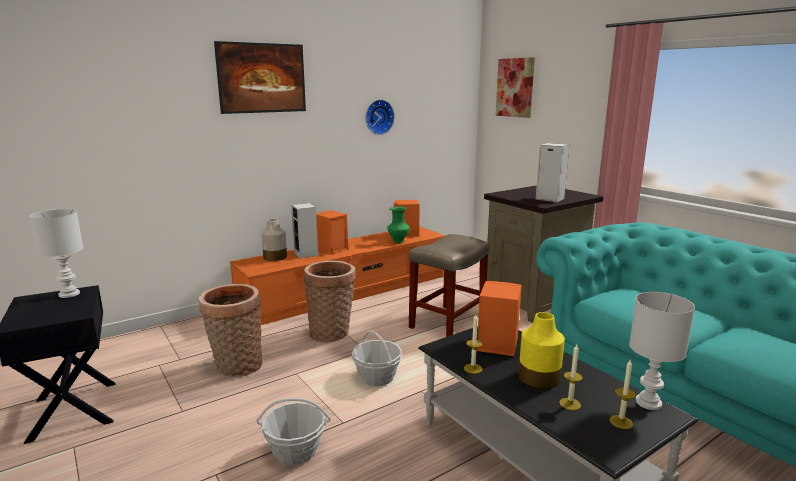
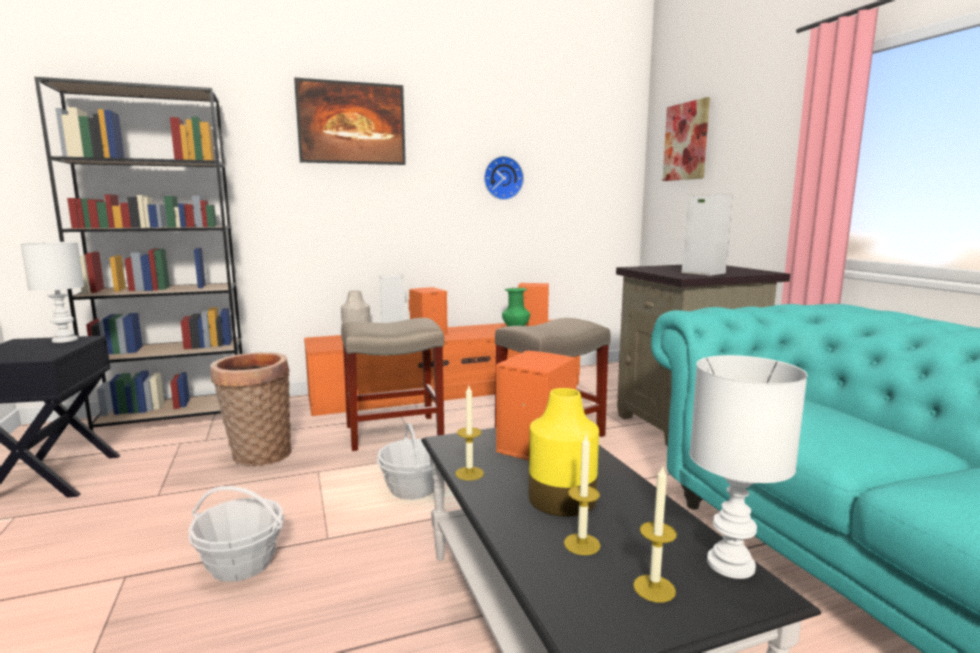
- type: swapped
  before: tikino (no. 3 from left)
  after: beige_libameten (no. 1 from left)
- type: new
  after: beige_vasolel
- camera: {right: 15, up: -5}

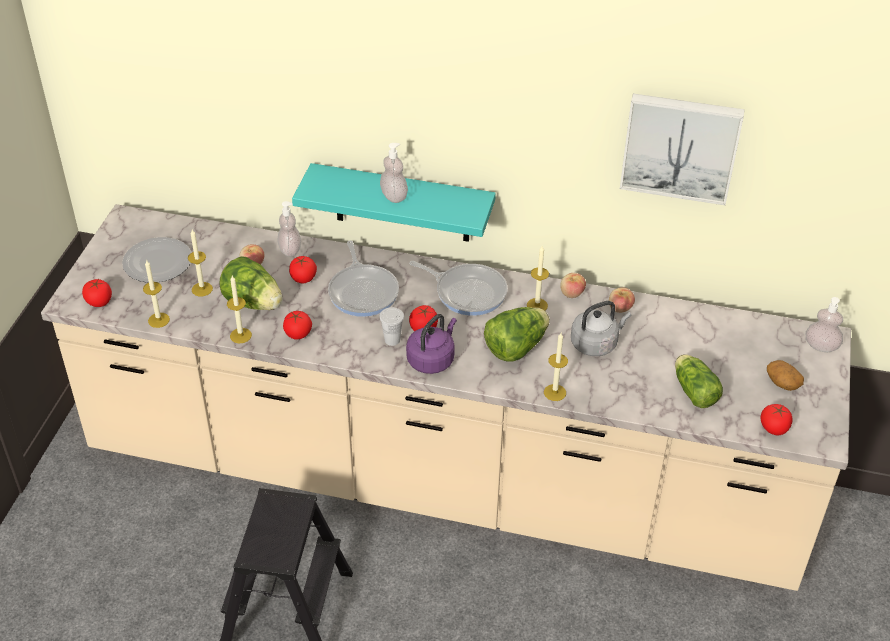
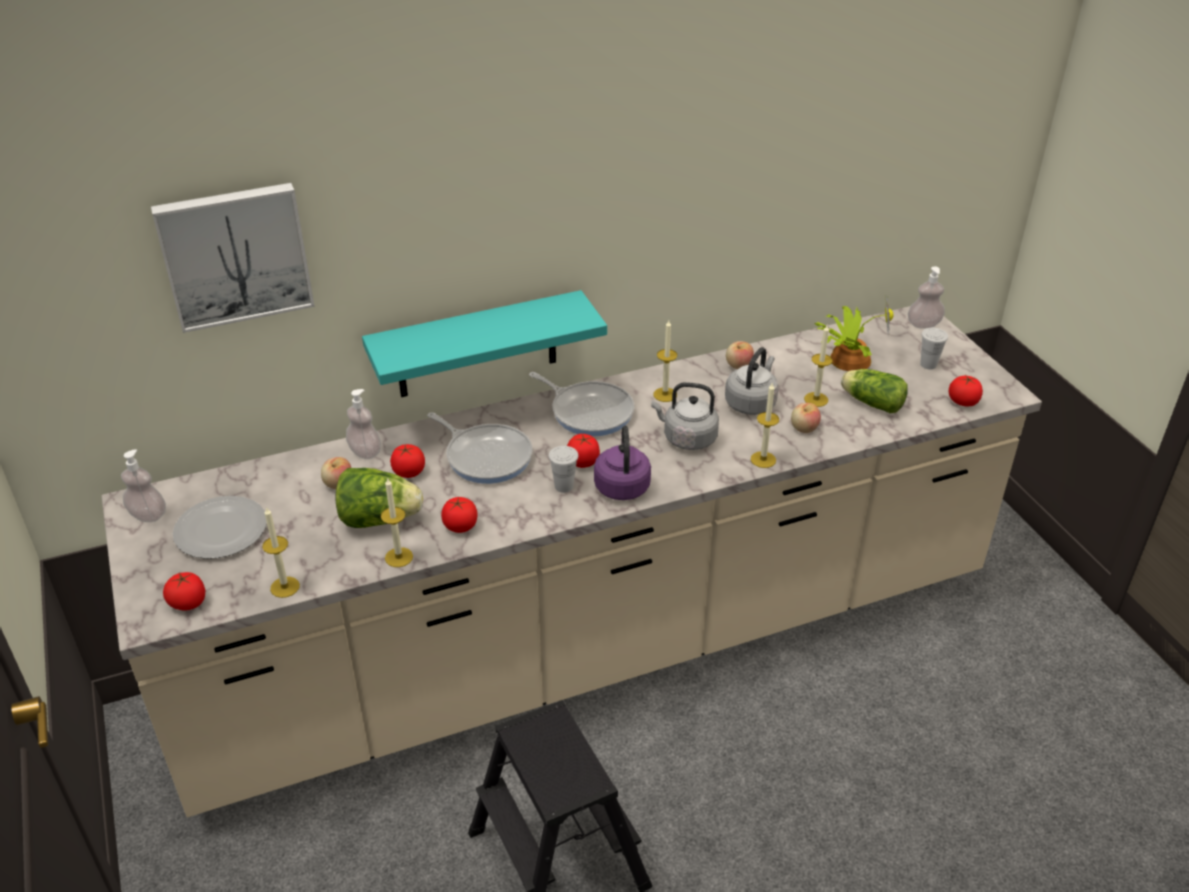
- type: shifted
  before: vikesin (no. 2 from left in the first image)
  after: vikesin (no. 5 from left)
- type: shifted
  before: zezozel (no. 2 from left in the first image)
  after: zezozel (no. 1 from left)
- type: rotated
  before: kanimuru (no. 2 from left)
  turn: 45
- type: swapped
  before: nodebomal (no. 2 from left)
  after: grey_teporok (no. 1 from left)
- type: shifted
  before: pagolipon (no. 2 from left in the first image)
  after: pagolipon (no. 3 from left)
- type: shifted
  before: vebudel
- type: swapped
  before: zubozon
  after: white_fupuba (no. 2 from left)
- type: new
  after: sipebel
- camera: {right: -35, up: -5}

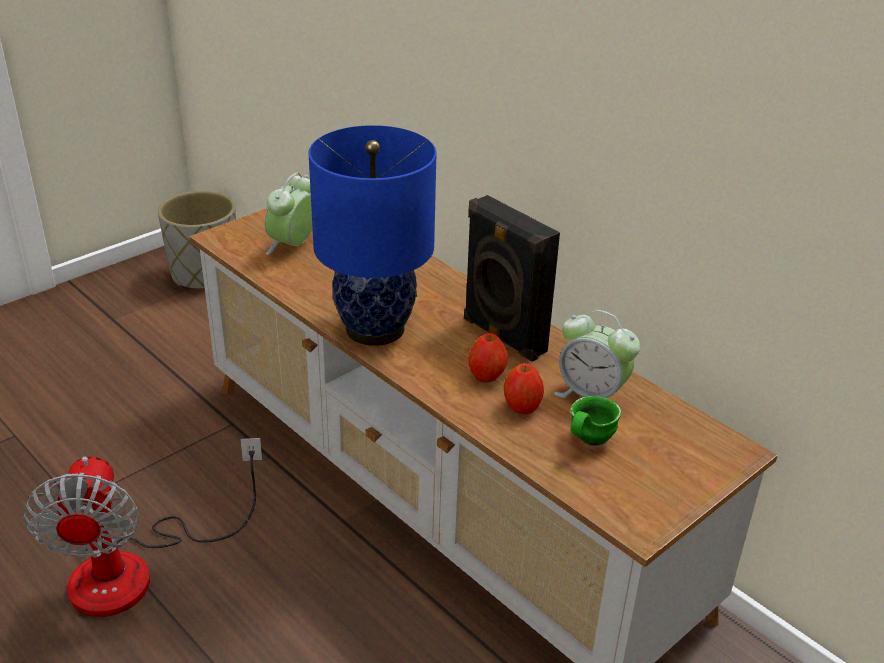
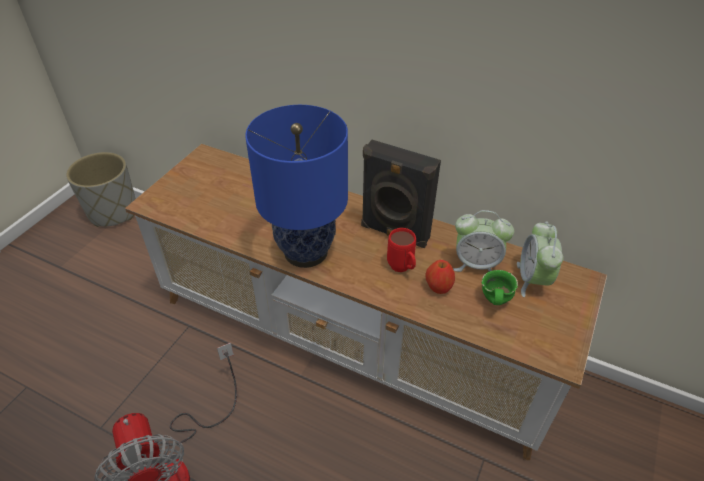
- type: shifted
  before: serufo (no. 1 from left in the first image)
  after: serufo (no. 2 from left)
- type: swapped
  before: pagolipon (no. 1 from left)
  after: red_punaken
- camera: {right: -20, up: 10}

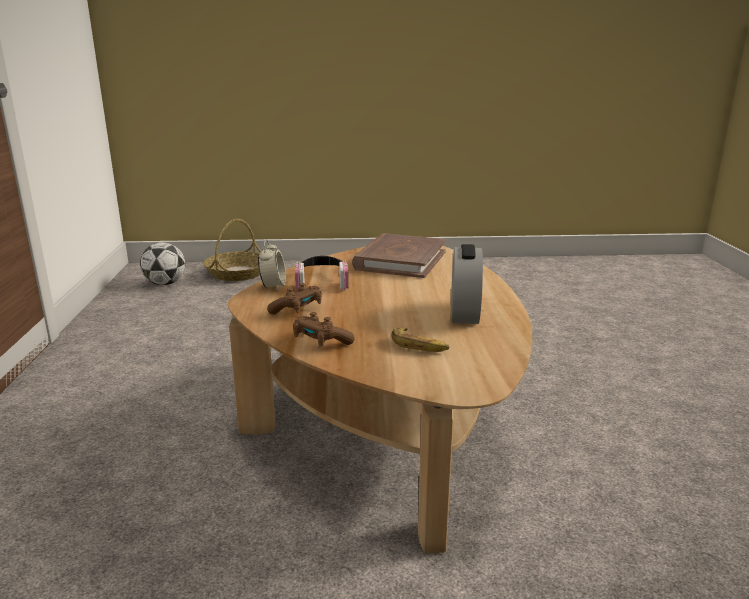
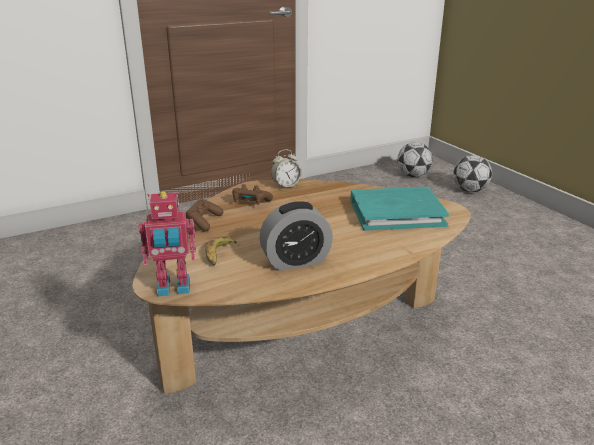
- type: swapped
  before: tikino
  after: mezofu (no. 2 from left)
- type: gone
  before: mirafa
- type: repainted
  before: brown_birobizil
  after: turquoise_birobizil
- type: new
  after: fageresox
- camera: {right: 65, up: 5}

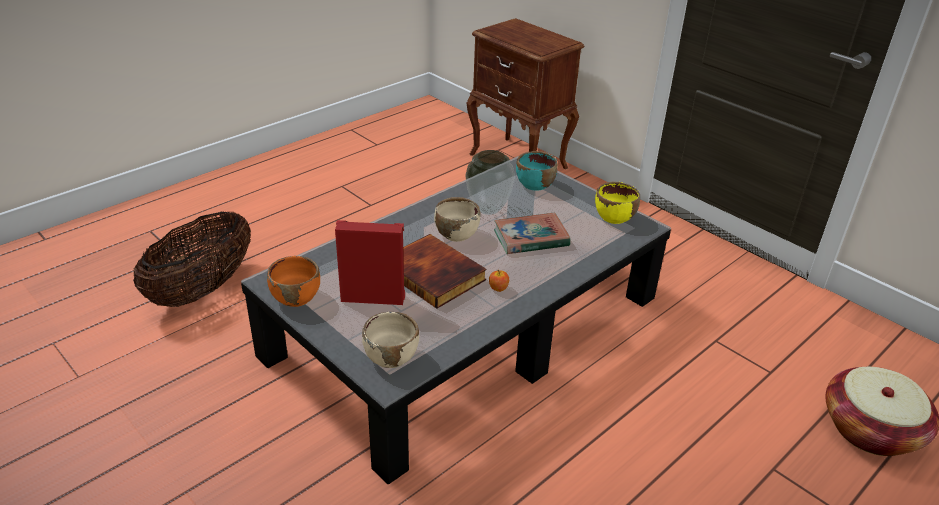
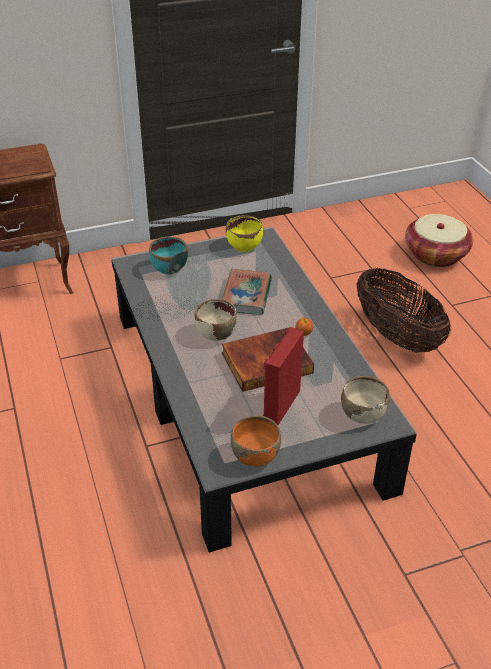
- type: shifted
  before: tikino (no. 1 from left)
- camera: {right: -65, up: 5}

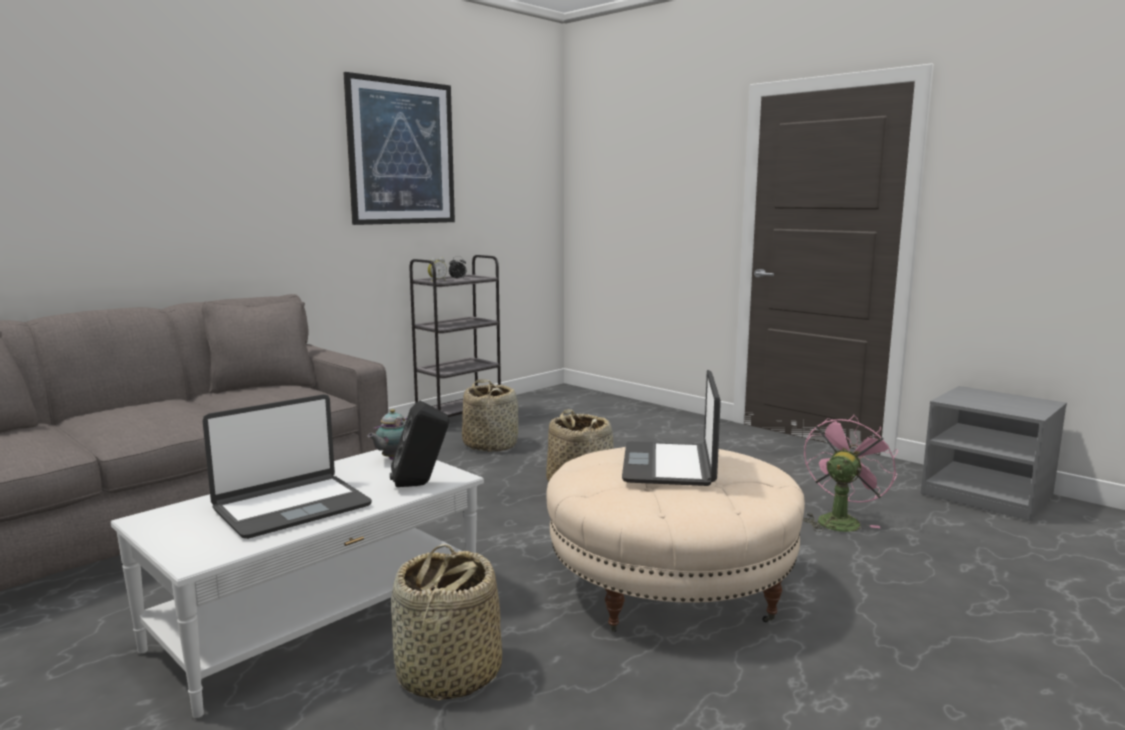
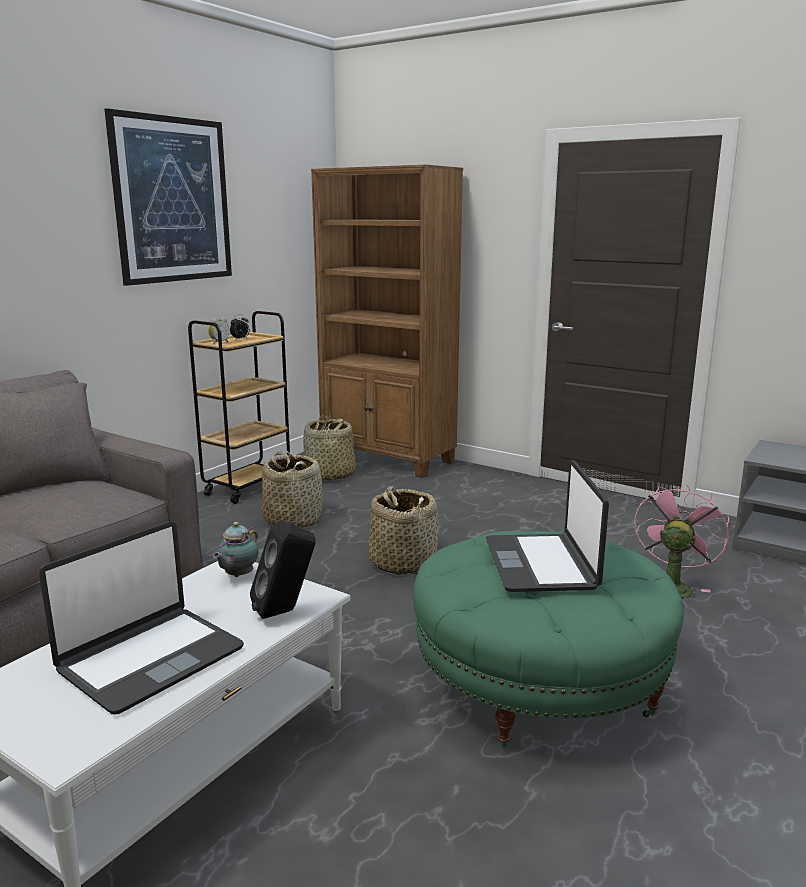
- type: shifted
  before: tikino (no. 1 from left in the first image)
  after: tikino (no. 2 from left)
- type: repainted
  before: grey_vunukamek
  after: brown_vunukamek
- type: repainted
  before: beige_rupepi
  after: green_rupepi
- type: new
  after: brown_vasolel
- camera: {right: -10, up: 5}

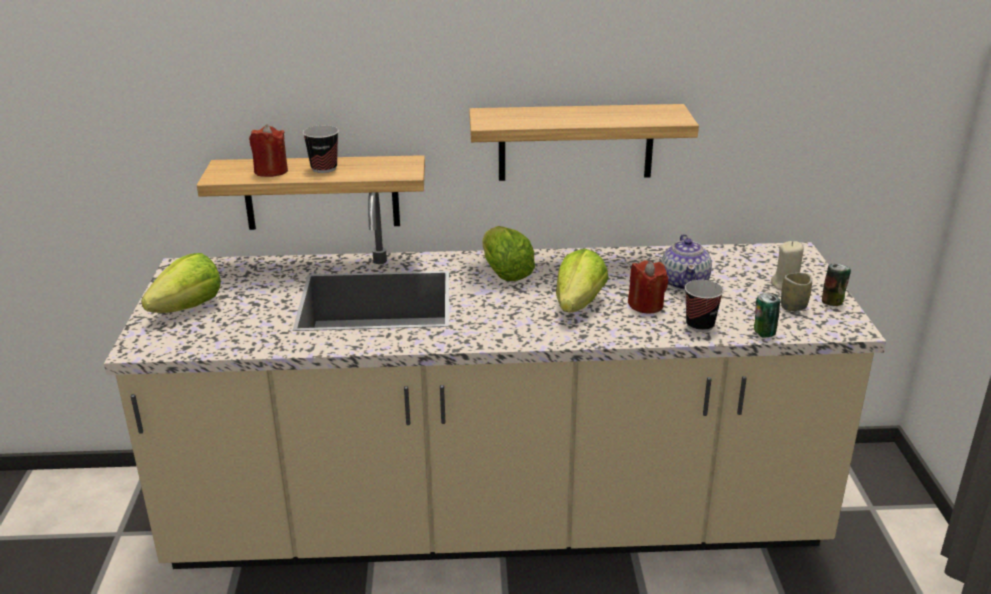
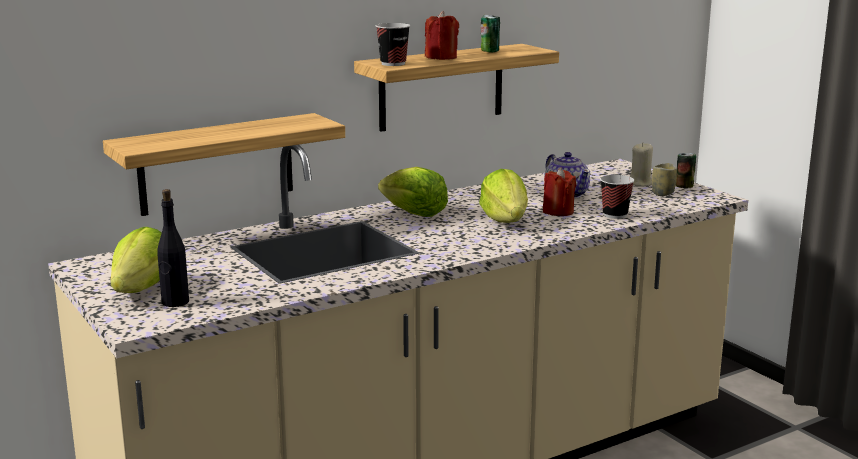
- type: shifted
  before: red_vikesin (no. 1 from left)
- type: shifted
  before: fupuba (no. 1 from left)
- type: shifted
  before: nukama (no. 1 from left)
- type: new
  after: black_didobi
- camera: {right: -30, up: -10}

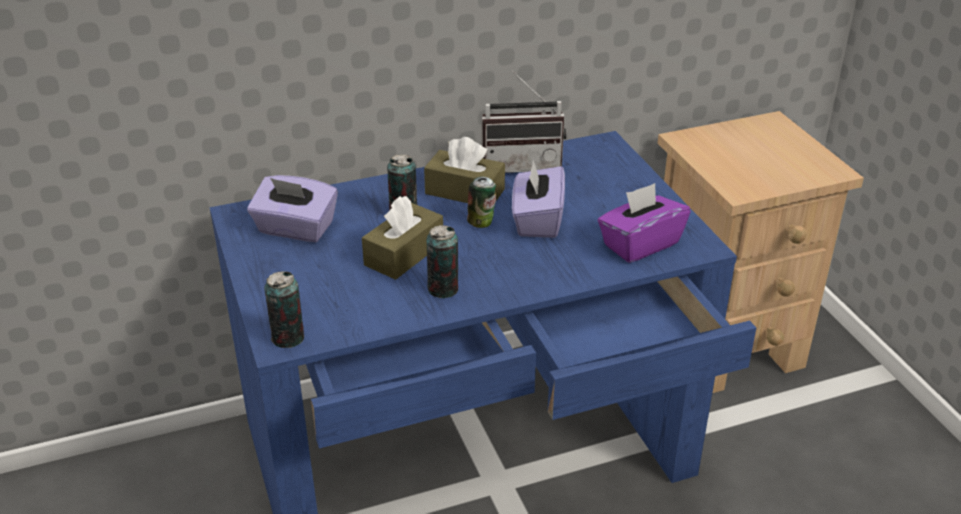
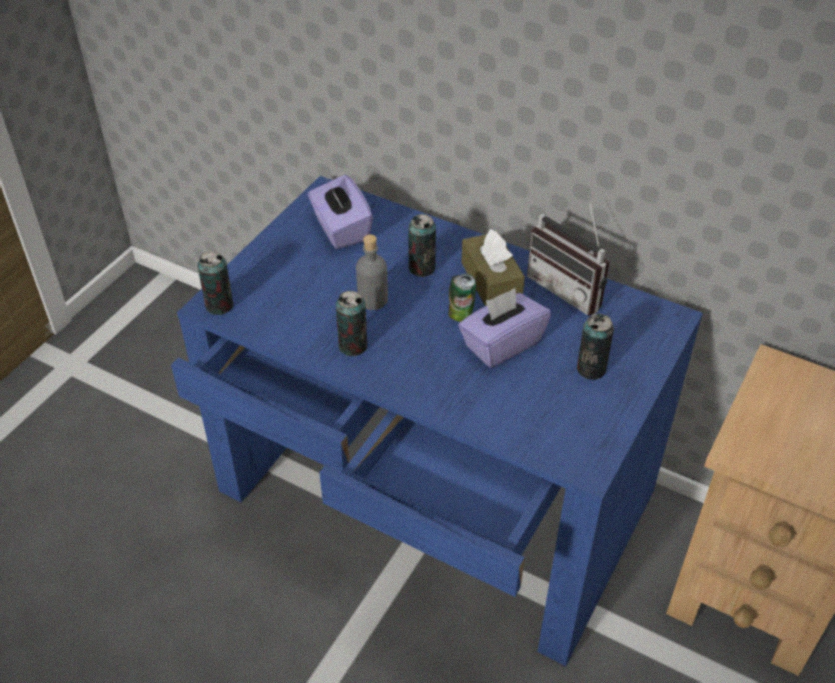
- type: swapped
  before: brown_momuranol (no. 1 from left)
  after: grey_didobi
- type: gone
  before: purple_momuranol (no. 3 from left)
- type: new
  after: nukama (no. 5 from left)
- camera: {right: 50, up: 10}

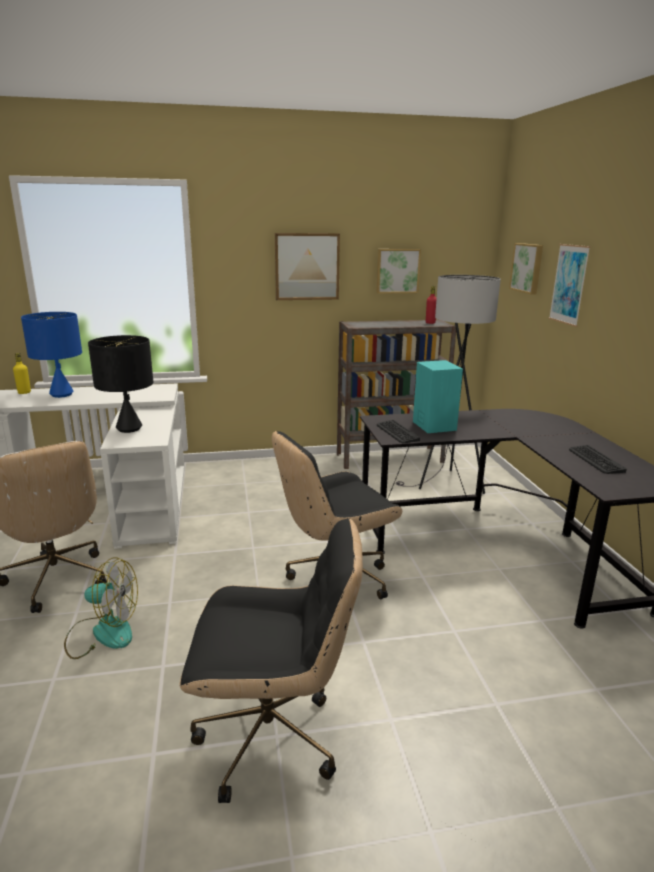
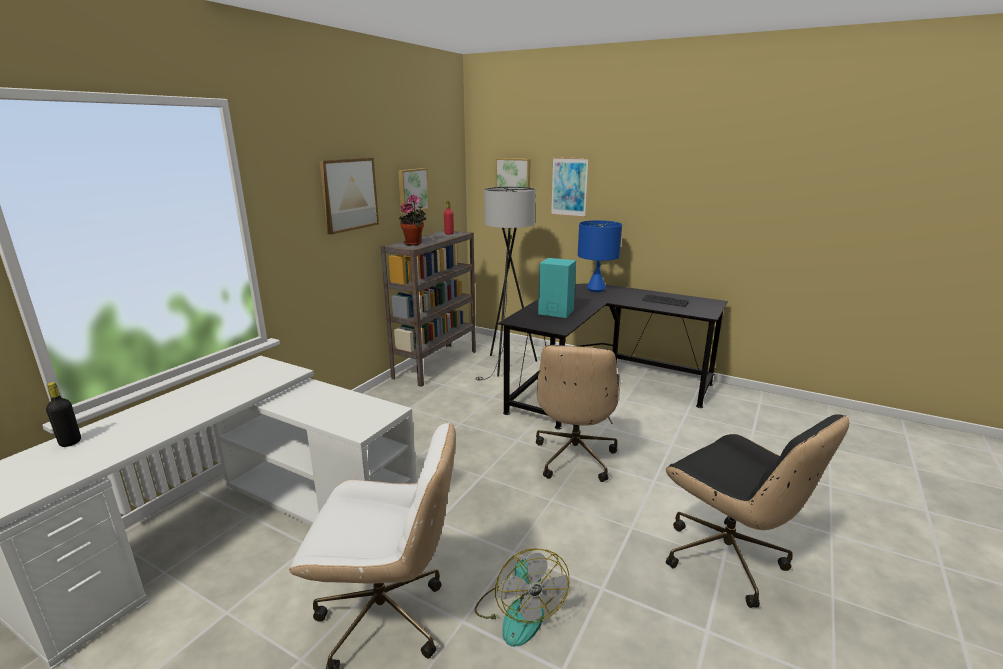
- type: repainted
  before: yellow_didobi
  after: black_didobi
- type: shifted
  before: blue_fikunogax
- type: rotated
  before: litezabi
  turn: 120
- type: gone
  before: black_fikunogax
- type: rotated
  before: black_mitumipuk (no. 1 from left in the first image)
  turn: 105
- type: gone
  before: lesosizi (no. 1 from left)
- type: new
  after: sipebel
- camera: {right: -50, up: 0}

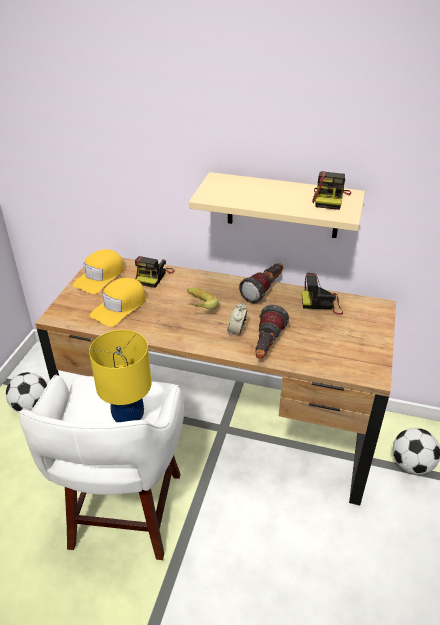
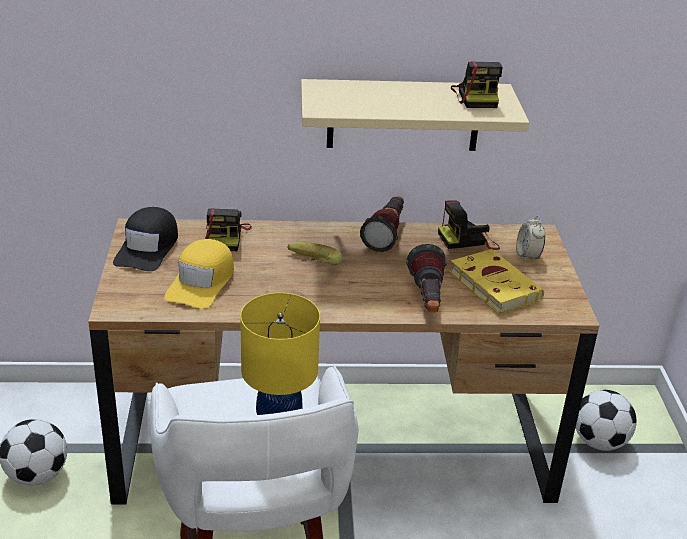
- type: repainted
  before: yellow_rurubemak (no. 1 from left)
  after: black_rurubemak
- type: shifted
  before: serufo
- type: new
  after: yellow_birobizil
- camera: {right: -20, up: -5}

